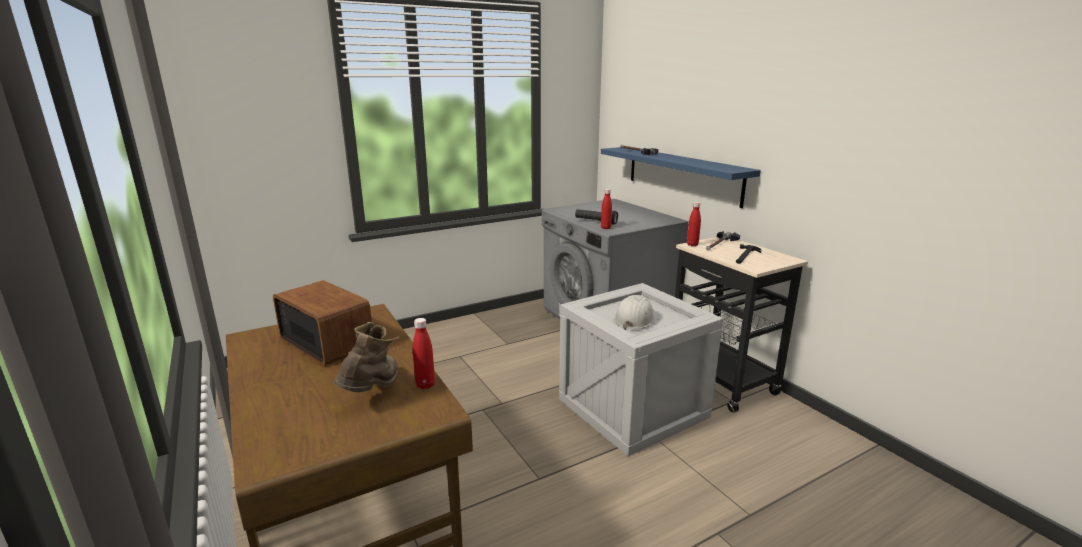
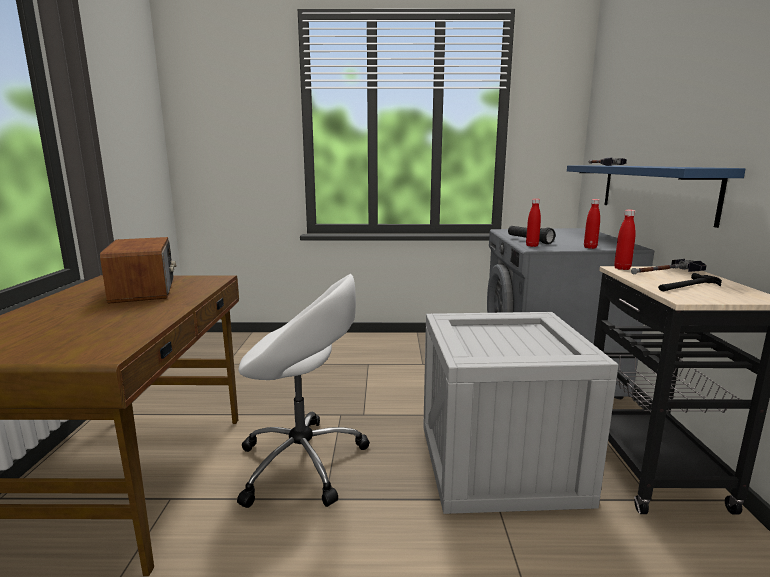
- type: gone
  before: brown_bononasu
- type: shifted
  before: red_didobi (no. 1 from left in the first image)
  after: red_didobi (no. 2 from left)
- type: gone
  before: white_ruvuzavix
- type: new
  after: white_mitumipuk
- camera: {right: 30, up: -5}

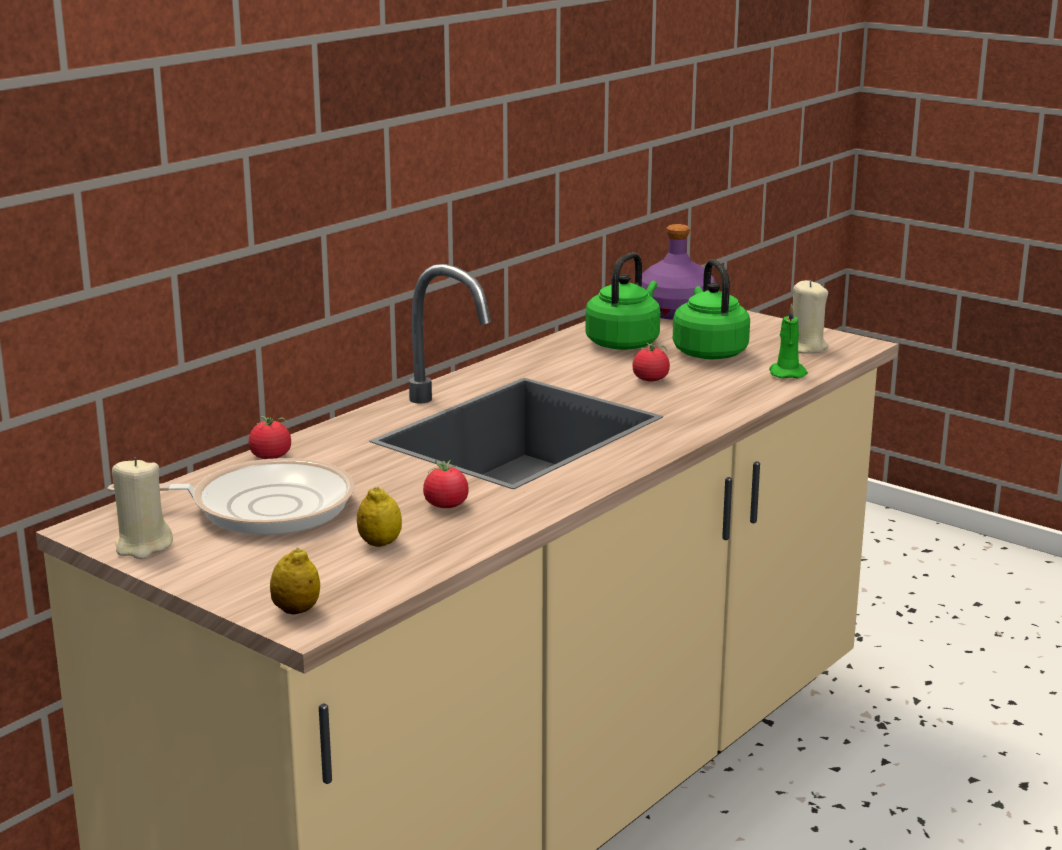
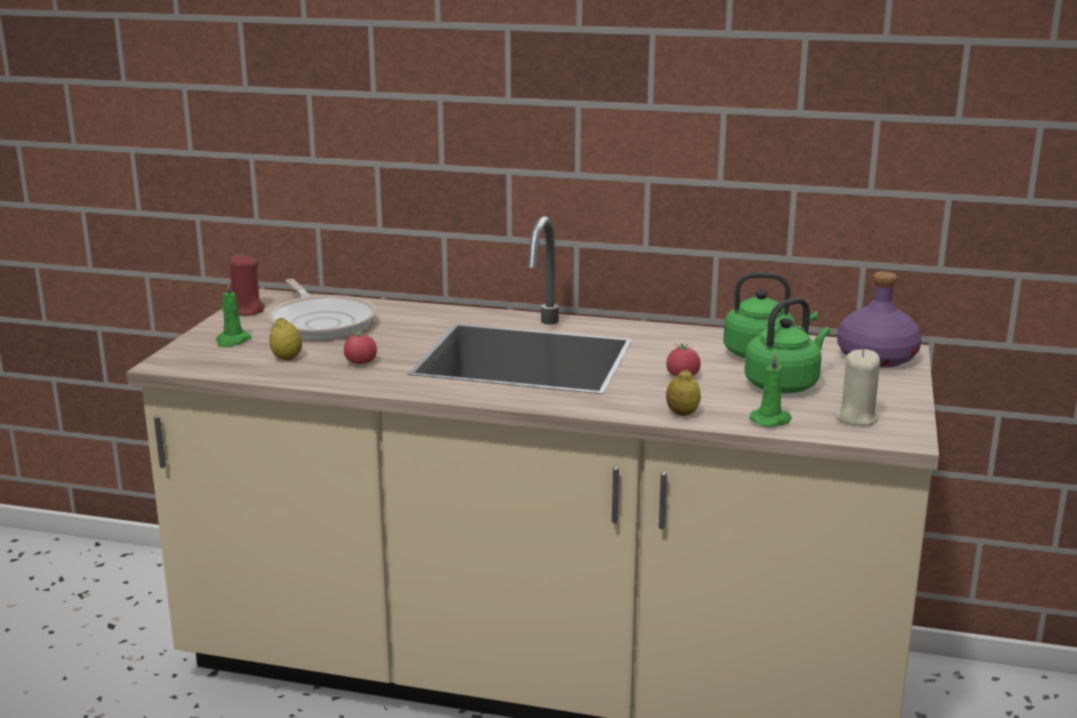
- type: repainted
  before: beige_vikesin (no. 1 from left)
  after: red_vikesin
- type: gone
  before: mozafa (no. 1 from left)
- type: shifted
  before: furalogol (no. 1 from left in the first image)
  after: furalogol (no. 2 from left)
- type: new
  after: green_vikesin (no. 1 from left)
- camera: {right: 65, up: 0}

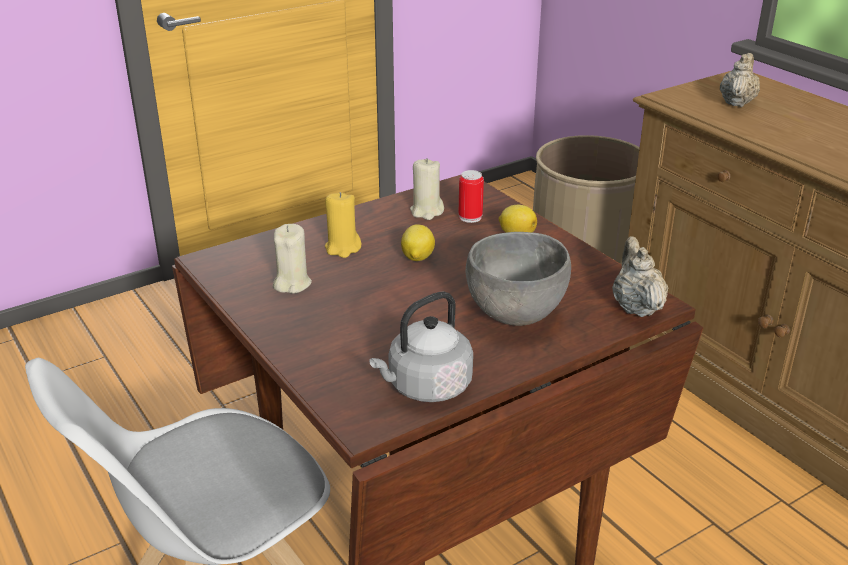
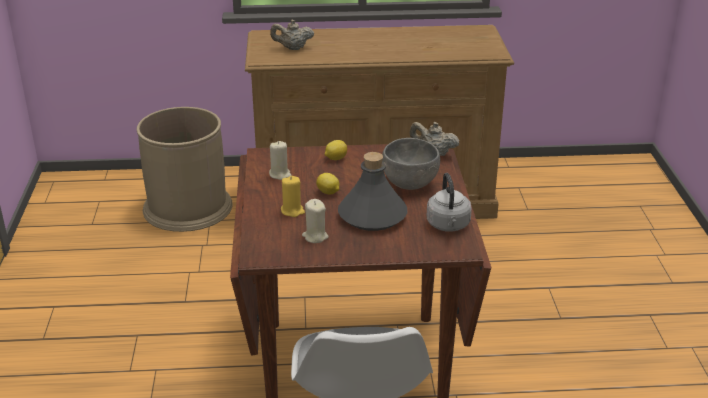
- type: gone
  before: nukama
- type: rotated
  before: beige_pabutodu (no. 2 from left in the first image)
  turn: -60
- type: new
  after: grey_didobi
- camera: {right: -60, up: 0}

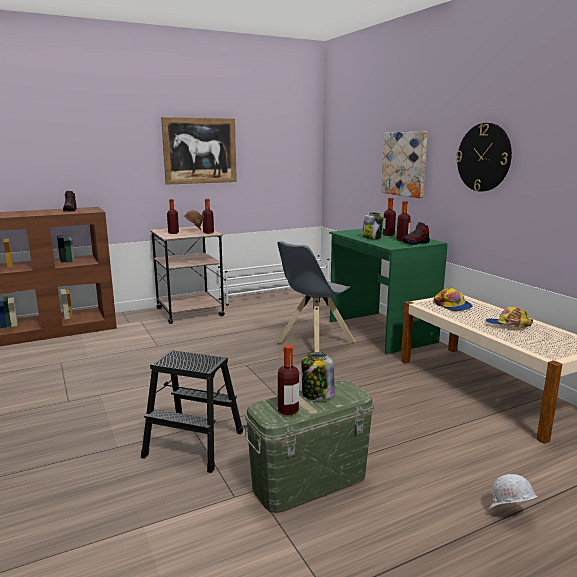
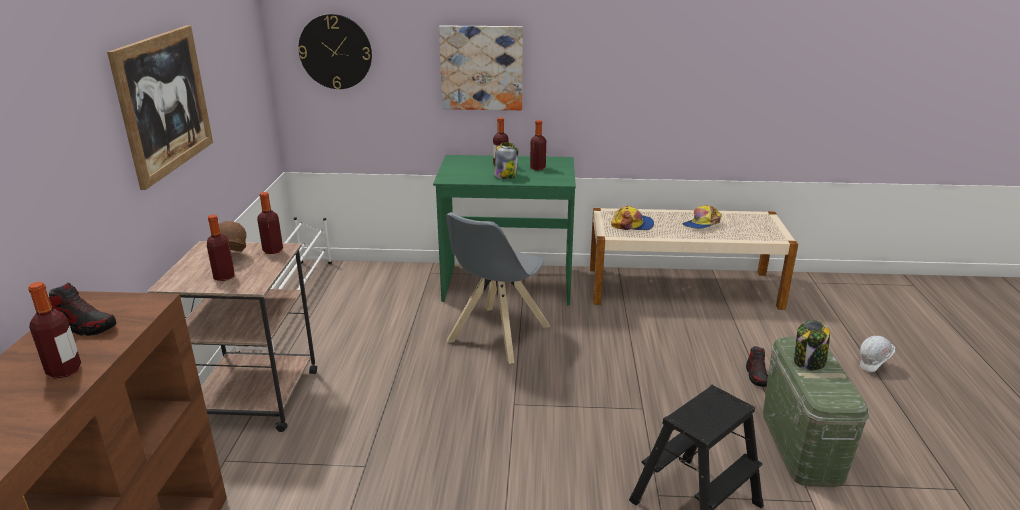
- type: rotated
  before: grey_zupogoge
  turn: 45
- type: shifted
  before: didobi (no. 3 from left in the first image)
  after: didobi (no. 1 from left)
- type: shifted
  before: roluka (no. 2 from left)
- type: shifted
  before: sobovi
- camera: {right: -60, up: 10}

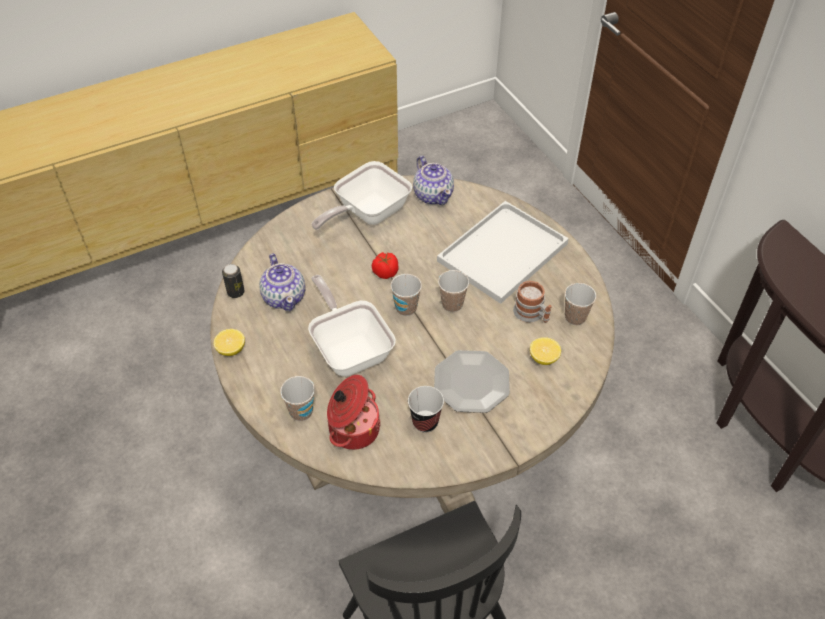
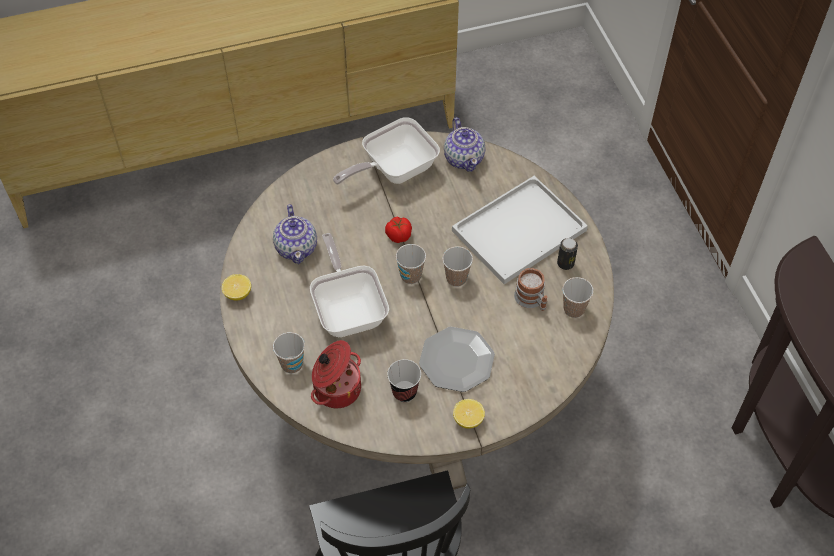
- type: shifted
  before: nukama
- type: shifted
  before: furalogol (no. 2 from left)
- camera: {right: 10, up: 5}

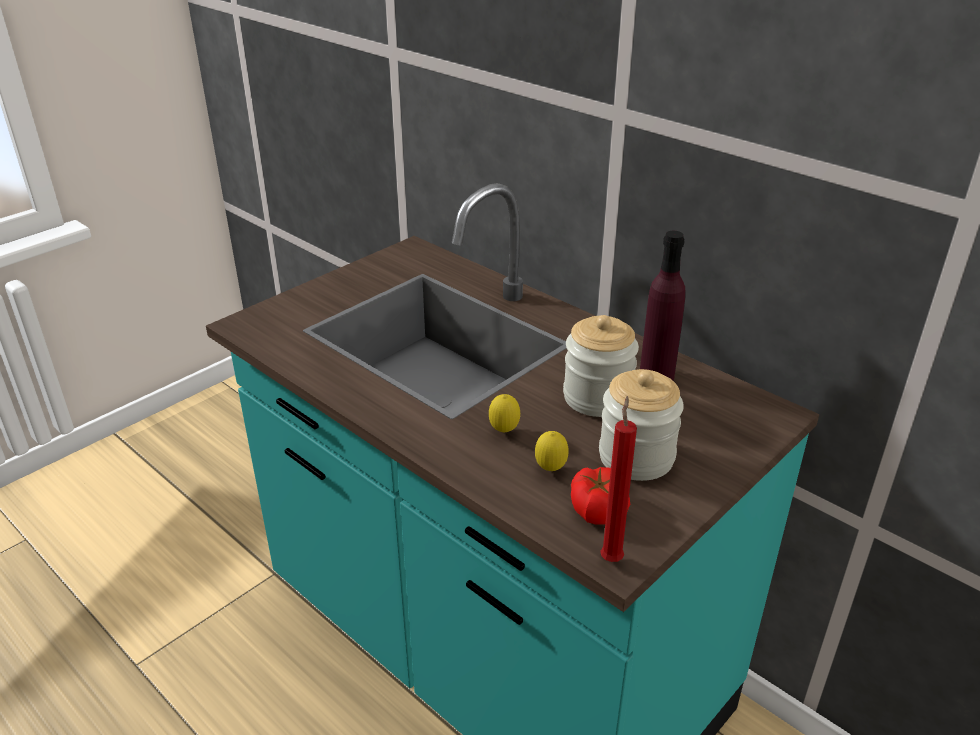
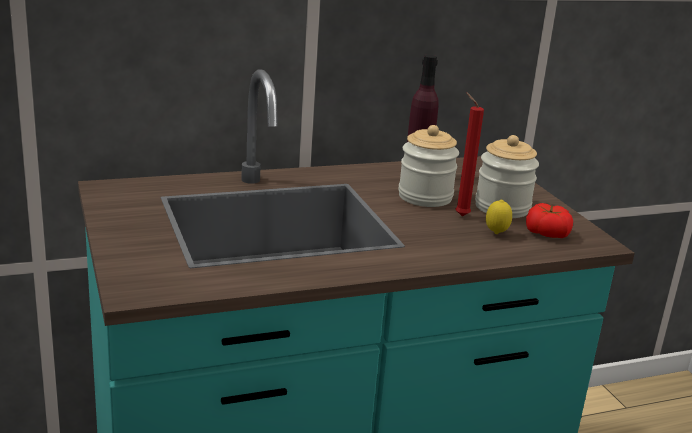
- type: gone
  before: furalogol (no. 1 from left)
- type: shifted
  before: red_vikesin
- camera: {right: -65, up: -10}

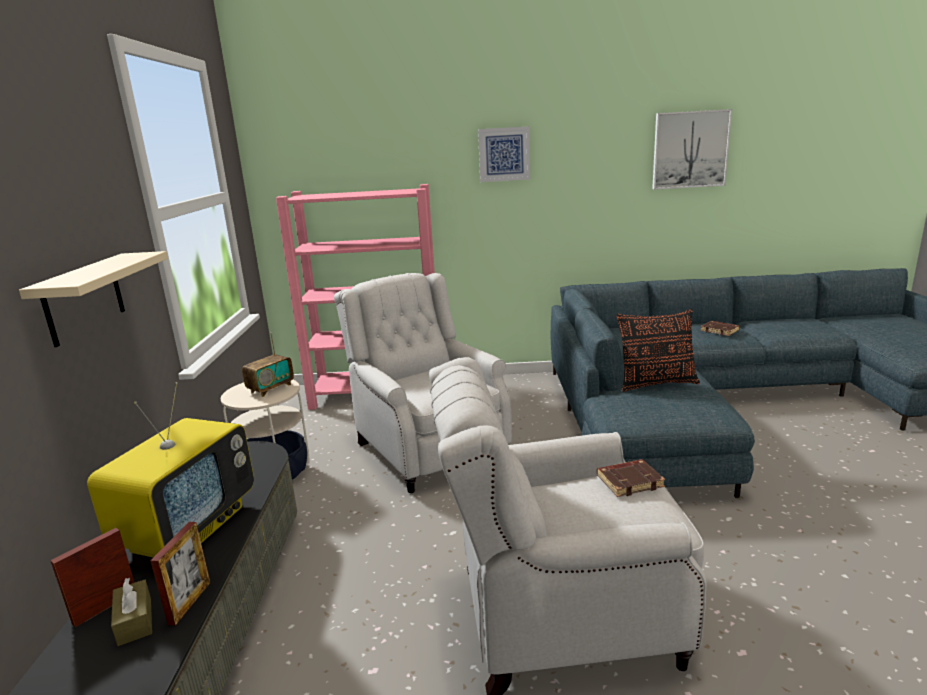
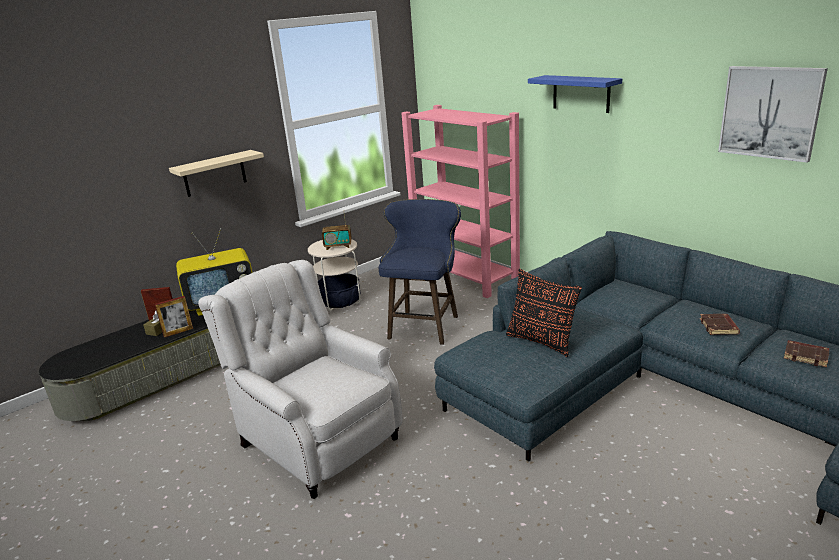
- type: swapped
  before: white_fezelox (no. 1 from left)
  after: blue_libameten
- type: swapped
  before: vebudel (no. 1 from left)
  after: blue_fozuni
- type: shifted
  before: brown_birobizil (no. 1 from left in the first image)
  after: brown_birobizil (no. 2 from left)
- camera: {right: 50, up: 5}

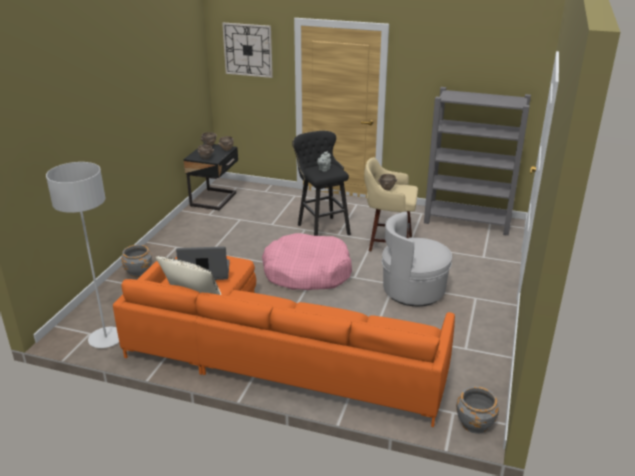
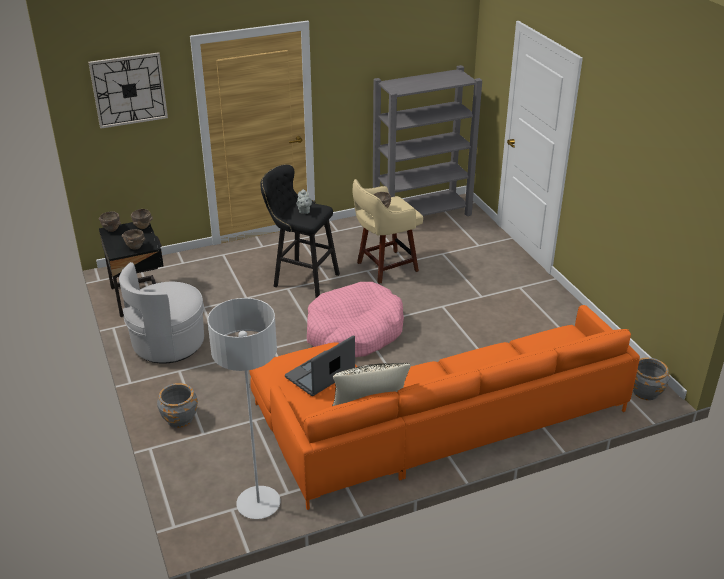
- type: shifted
  before: white_fezelox
- camera: {right: -40, up: 5}

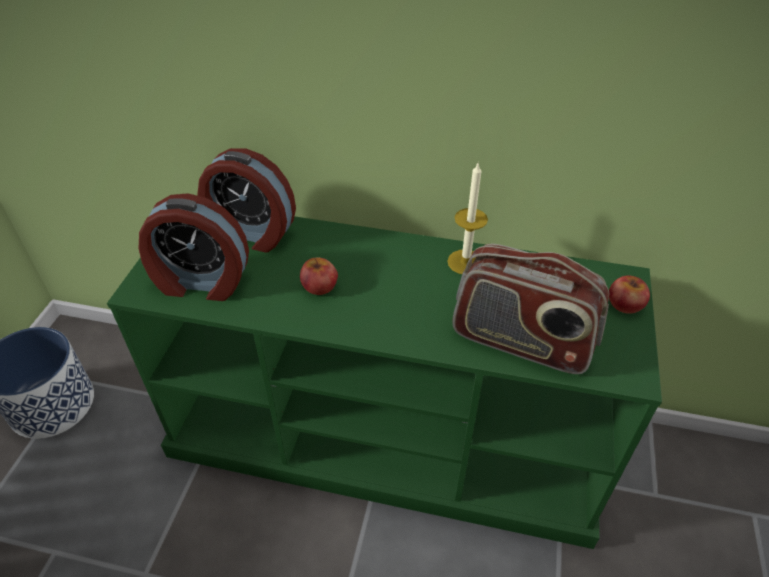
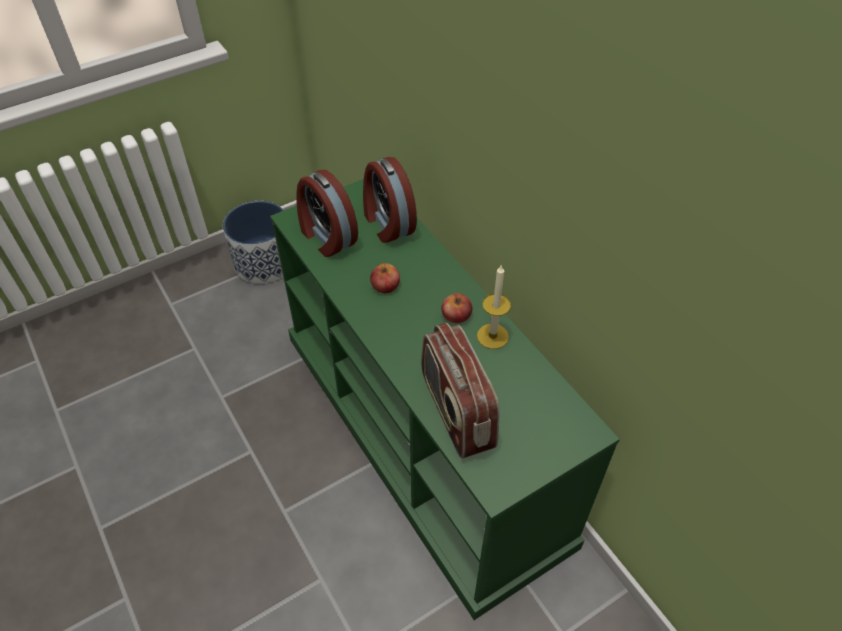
- type: shifted
  before: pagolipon (no. 2 from left)
- camera: {right: 45, up: 5}

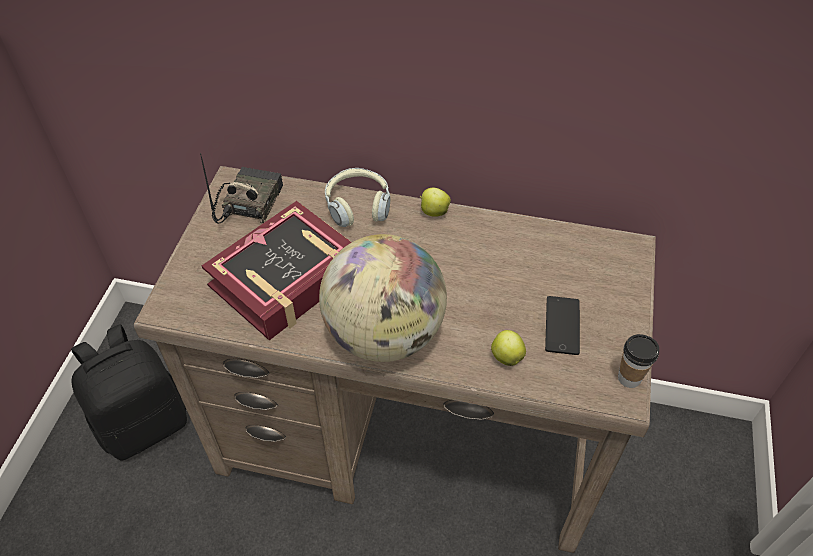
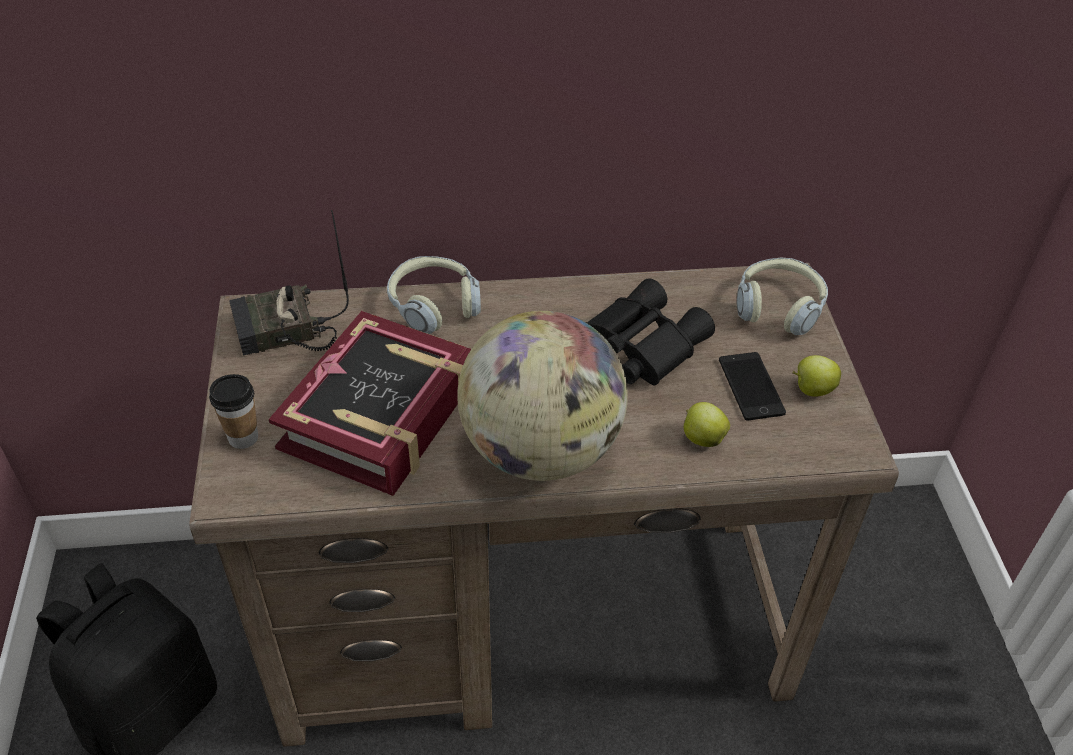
- type: rotated
  before: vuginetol
  turn: -105
- type: shifted
  before: pagolipon (no. 1 from left in the first image)
  after: pagolipon (no. 2 from left)
- type: shifted
  before: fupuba
- type: new
  after: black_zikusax
- type: new
  after: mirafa (no. 2 from left)
- camera: {right: -20, up: -5}

